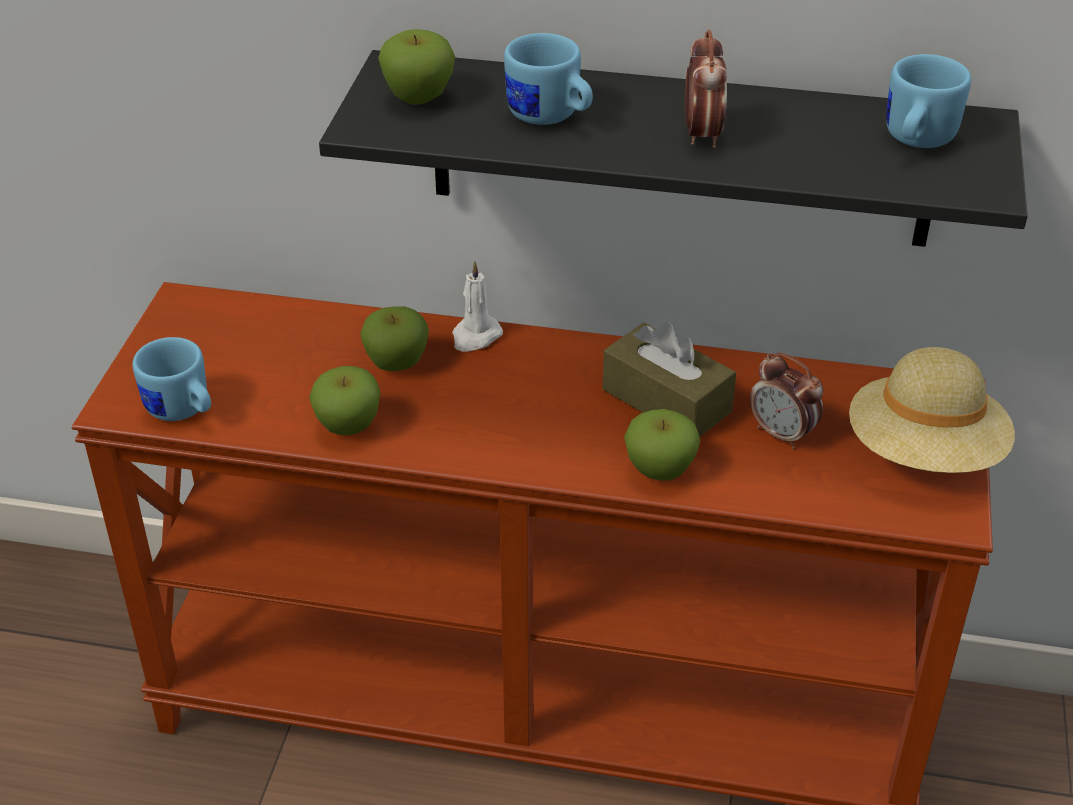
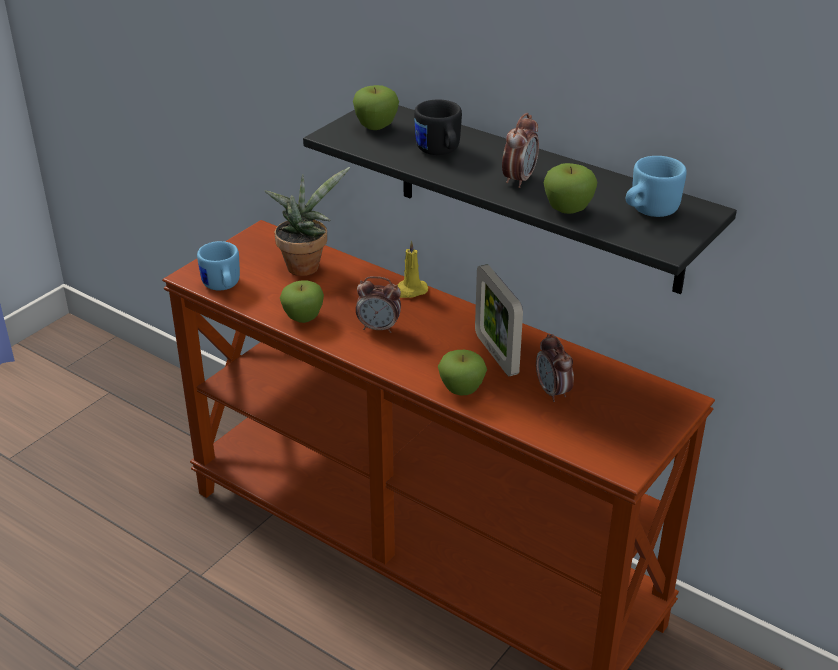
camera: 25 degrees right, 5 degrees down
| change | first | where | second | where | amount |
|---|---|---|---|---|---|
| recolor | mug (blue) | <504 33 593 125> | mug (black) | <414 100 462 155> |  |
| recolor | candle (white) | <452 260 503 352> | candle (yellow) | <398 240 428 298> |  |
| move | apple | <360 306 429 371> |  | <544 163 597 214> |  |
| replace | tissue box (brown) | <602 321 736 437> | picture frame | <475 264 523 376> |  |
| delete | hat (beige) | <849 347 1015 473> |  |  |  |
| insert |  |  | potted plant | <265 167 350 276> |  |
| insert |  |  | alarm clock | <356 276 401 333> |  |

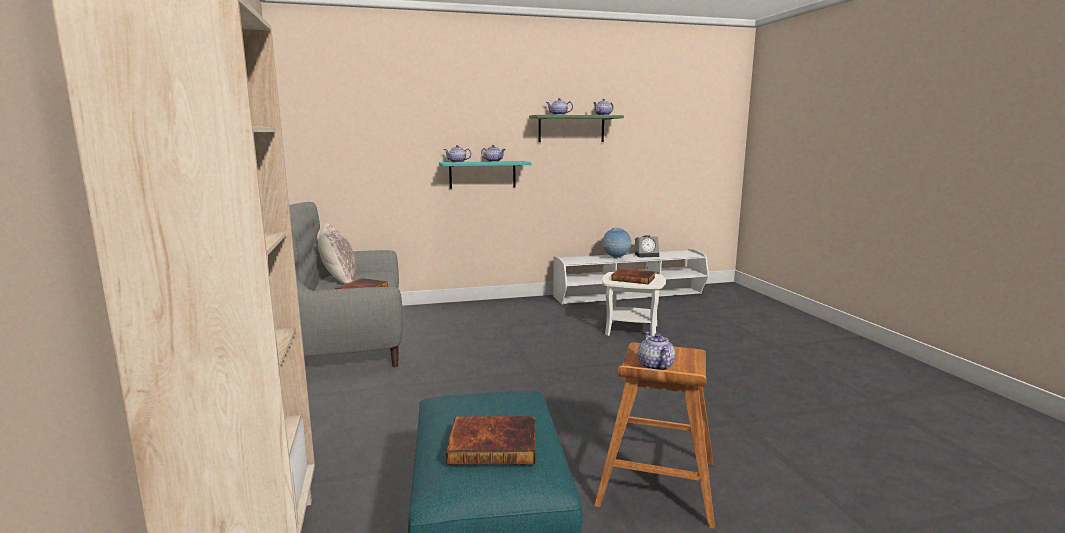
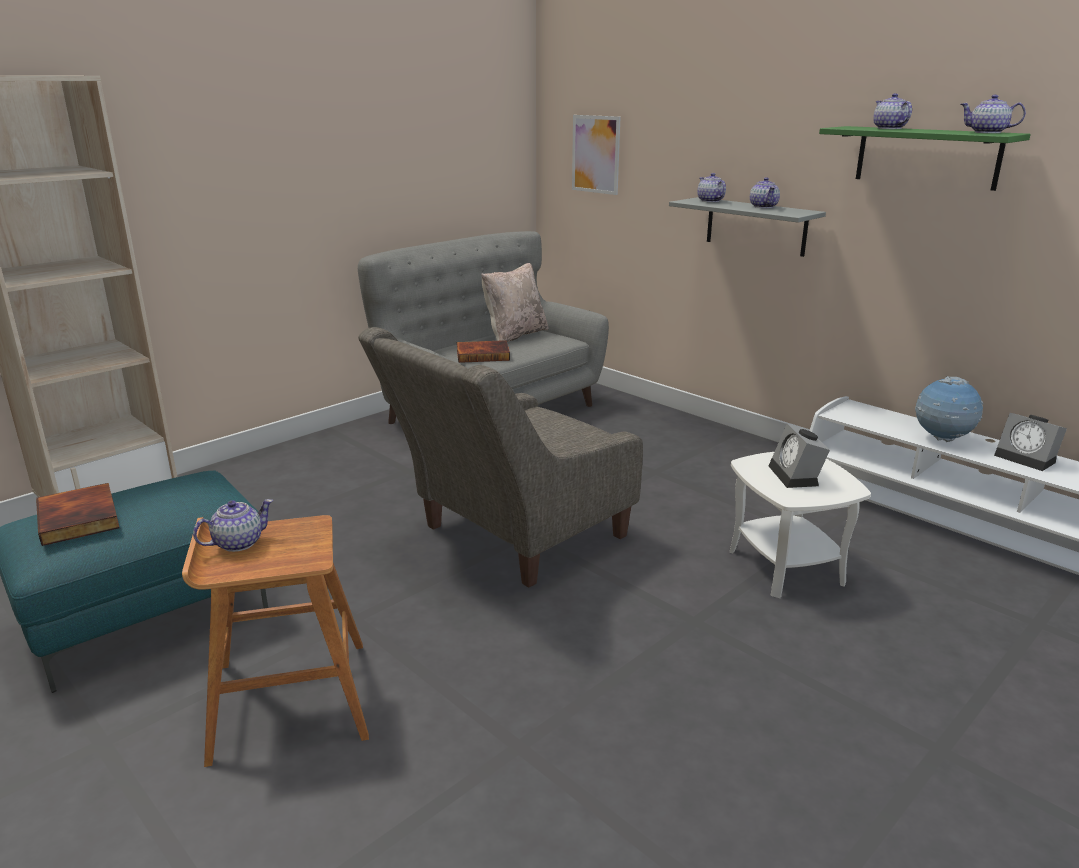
camera: 60 degrees right, 10 degrees up
| change | first | where | second | where | amount |
|---|---|---|---|---|---|
| recolor | shelf (turquoise) | <439 161 532 189> | shelf (grey) | <669 197 826 257> |  |
| replace | book | <611 268 655 284> | alarm clock | <769 424 830 488> |  |
| insert |  |  | picture | <572 115 620 195> |  |
| insert |  |  | armchair (grey) | <358 327 643 587> |  |

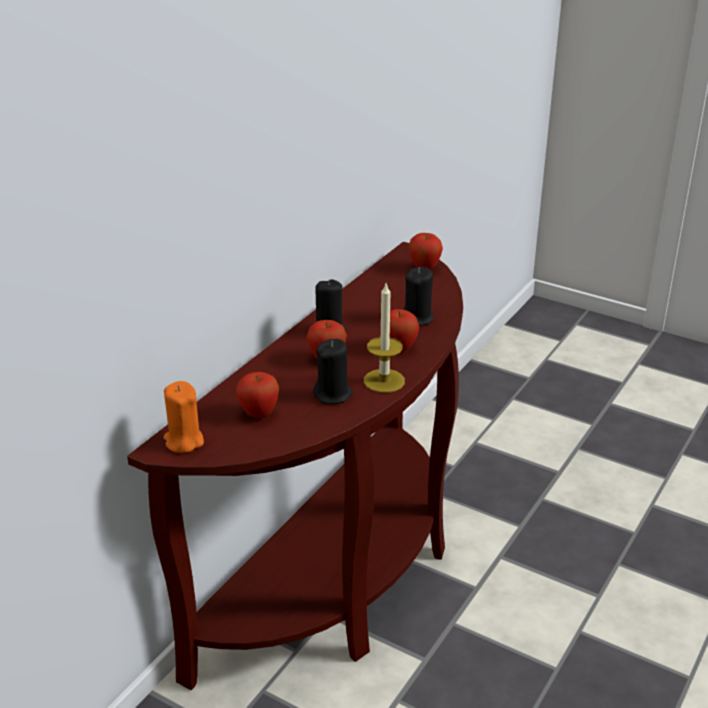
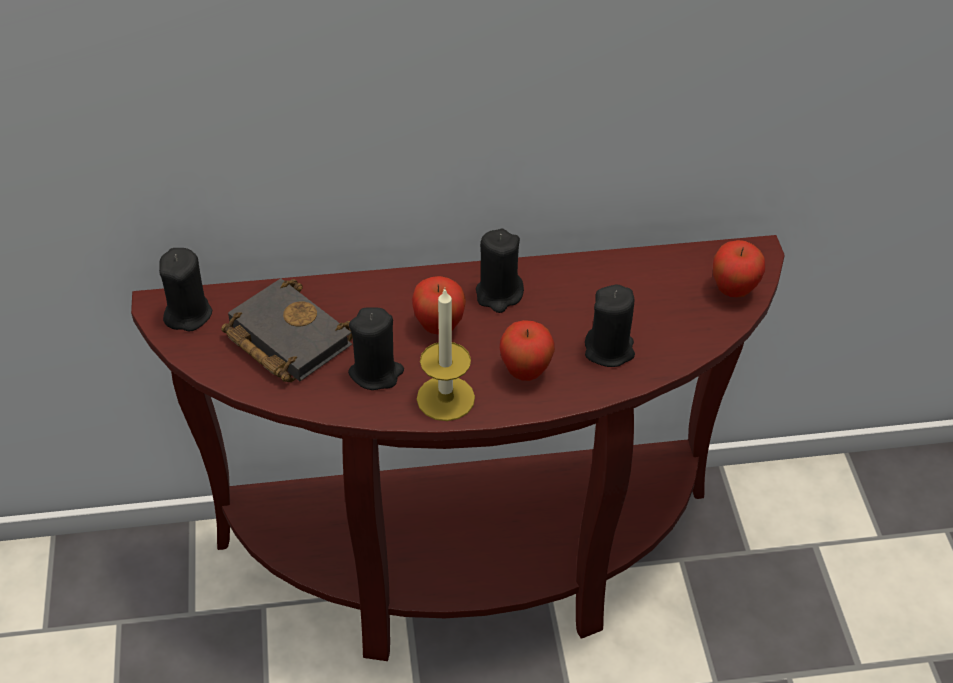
camera: 50 degrees right, 15 degrees up
| change | first | where | second | where | amount |
|---|---|---|---|---|---|
| replace | apple | <236 372 279 419> | book (black) | <221 278 353 382> |  |
| recolor | candle (orange) | <163 381 204 453> | candle (black) | <159 248 212 332> |  |

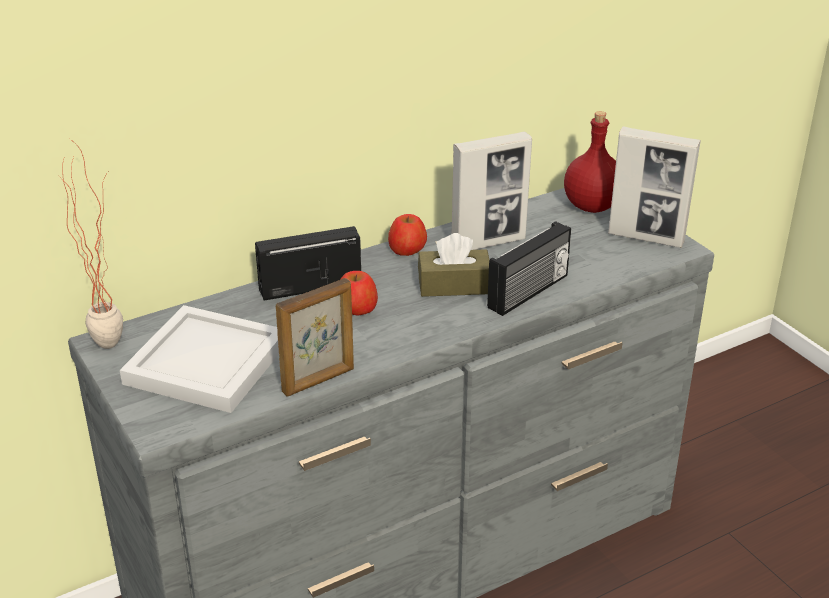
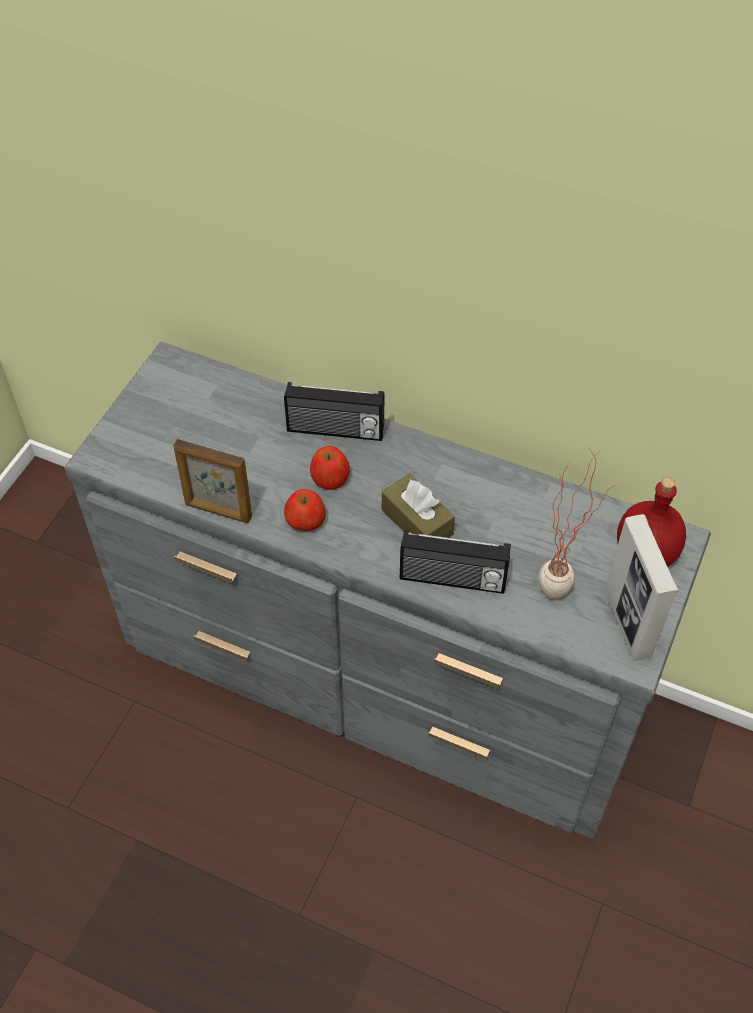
camera: 55 degrees right, 20 degrees up
| change | first | where | second | where | amount |
|---|---|---|---|---|---|
| delete | picture frame | <452 132 532 250> |  |  |  |
| move | potted plant | <59 139 123 349> |  | <539 450 614 599> |  |
| move | apple | <388 214 427 256> |  | <284 489 326 531> |  |
| rotate | radio | <255 226 361 301> |  | <284 382 384 441> | 150 degrees clockwise |
| delete | tray (white) | <120 305 279 413> |  |  |  |

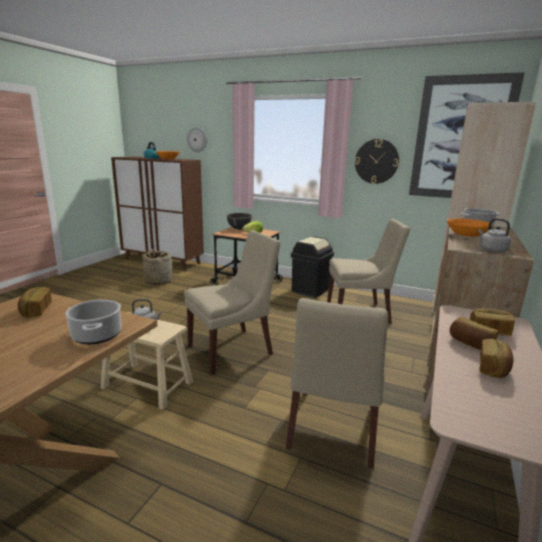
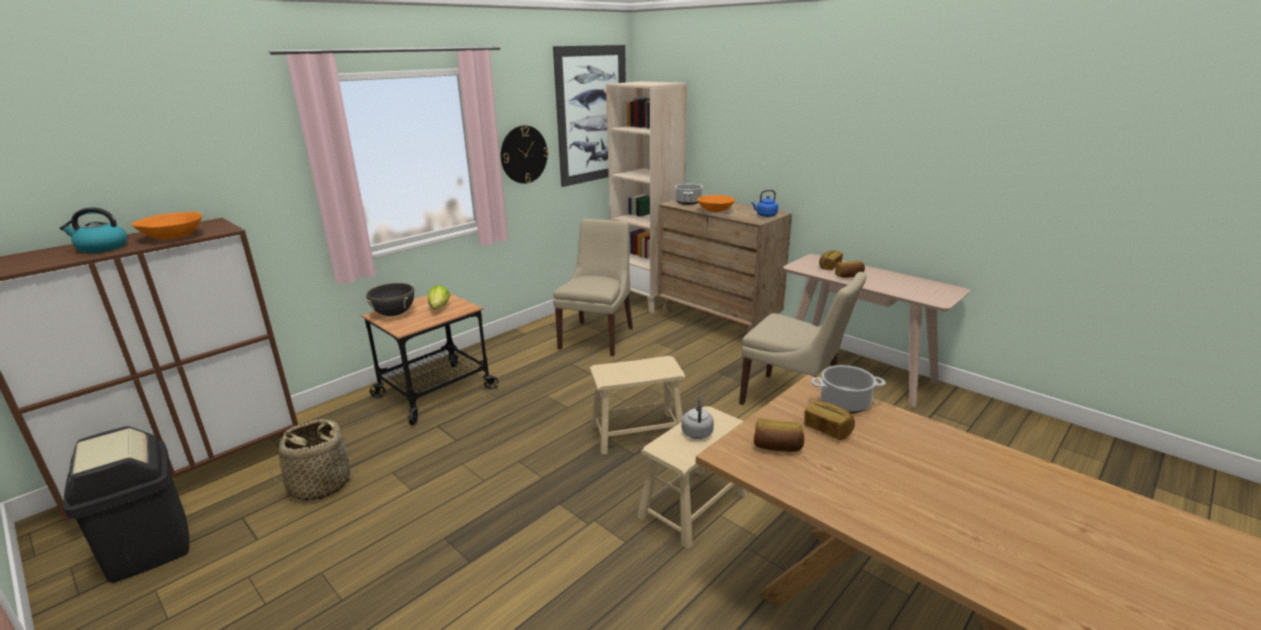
camera: 70 degrees left, 5 degrees up
| change | first | where | second | where | amount |
|---|---|---|---|---|---|
| delete | wall clock | <187 127 207 152> |  |  |  |
| recolor | kettle (grey) | <478 218 511 253> | kettle (blue) | <751 190 778 217> |  |
| replace | chair (beige) | <184 230 280 374> | stool (beige) | <589 356 685 455> |  |
| move | trash can (black) | <291 236 334 298> |  | <63 426 189 583> |  |
| move | bread | <479 339 514 378> |  | <804 401 855 440> |  |

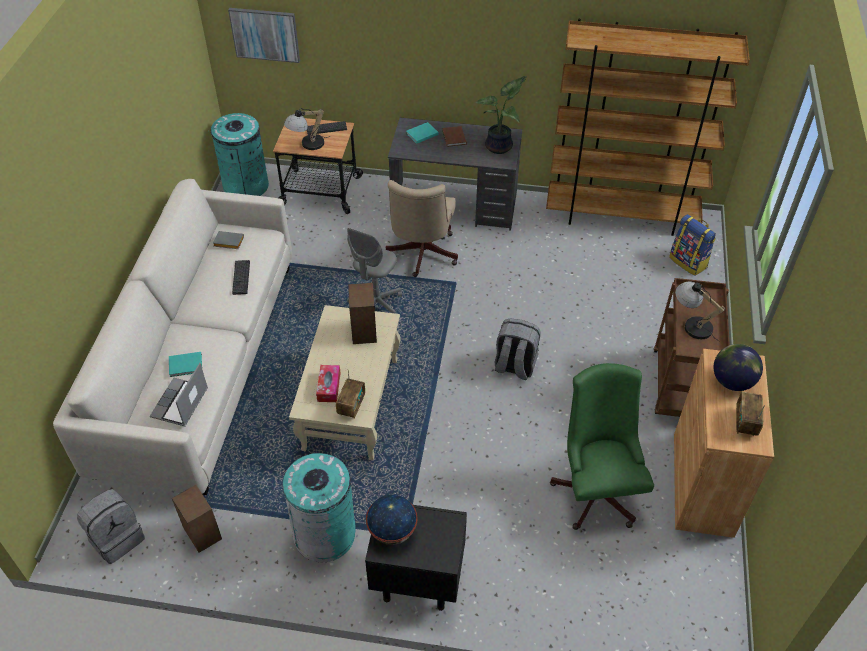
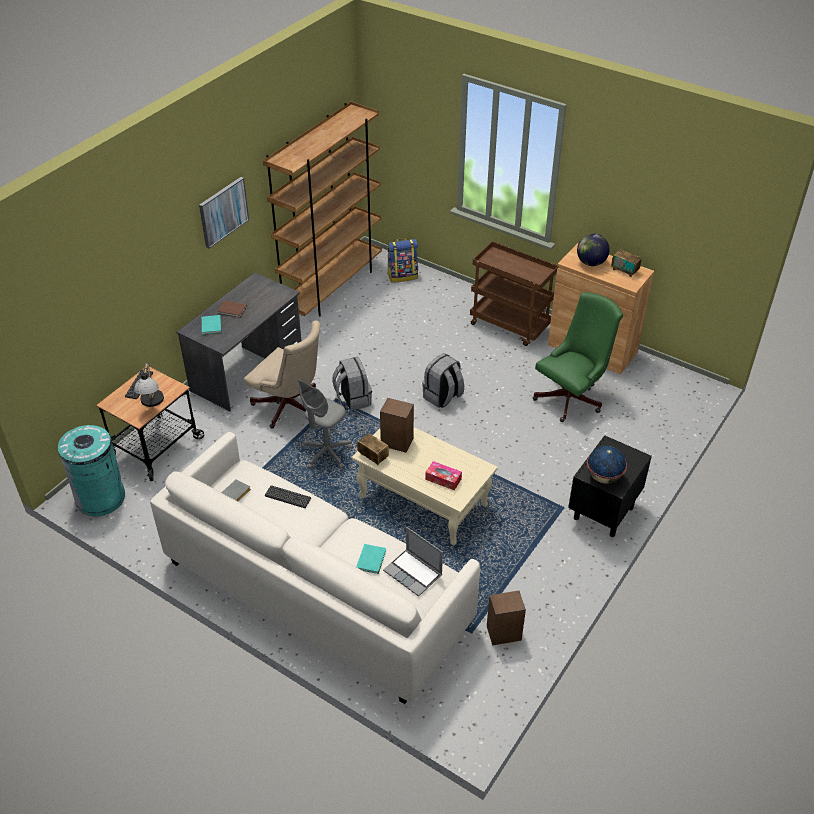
camera: 65 degrees left, 5 degrees down
| change | first | where | second | where | amount |
|---|---|---|---|---|---|
| move | picture | <228 8 300 63> |  | <199 177 249 249> |  |
| delete | potted plant | <476 76 527 154> |  |  |  |
| rotate | office chair (grey) | <347 228 402 314> |  | <298 379 352 470> | 75 degrees clockwise |
| delete | table lamp | <675 282 725 342> |  |  |  |
| rotate | office chair (green) | <550 363 654 530> |  | <533 292 623 422> | 120 degrees clockwise |
| move | radio | <336 369 365 419> |  | <357 429 389 465> |  |
| delete | trash can (turquoise) | <283 453 356 562> |  |  |  |
| move | backpack (grey) | <77 489 145 564> |  | <332 357 372 411> |  |

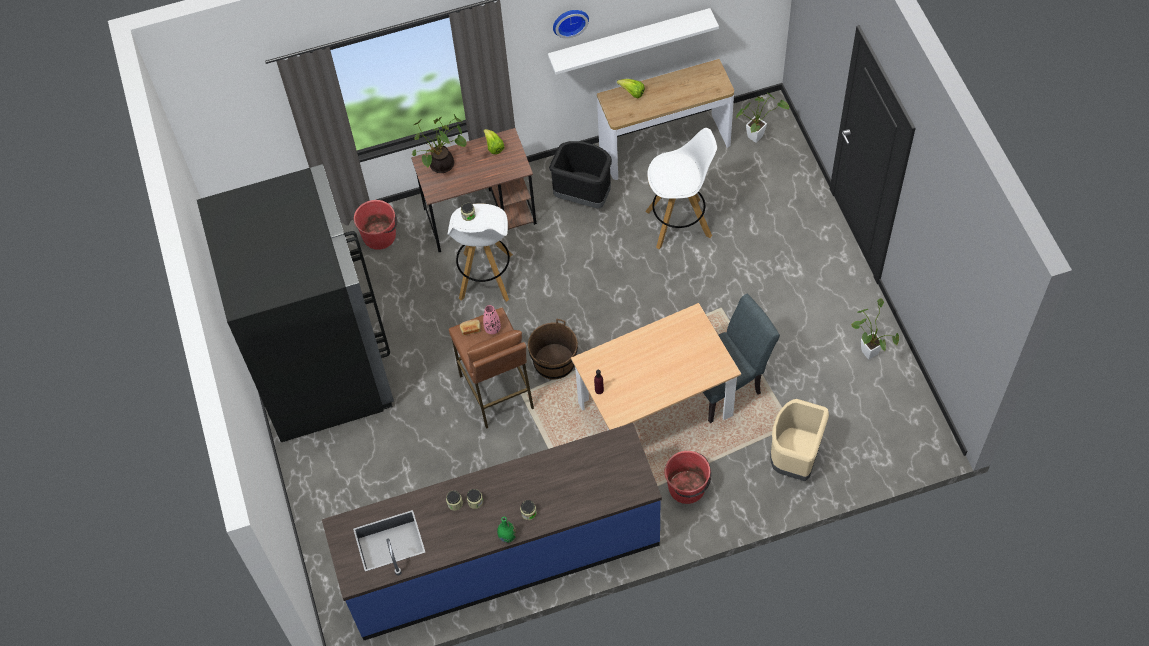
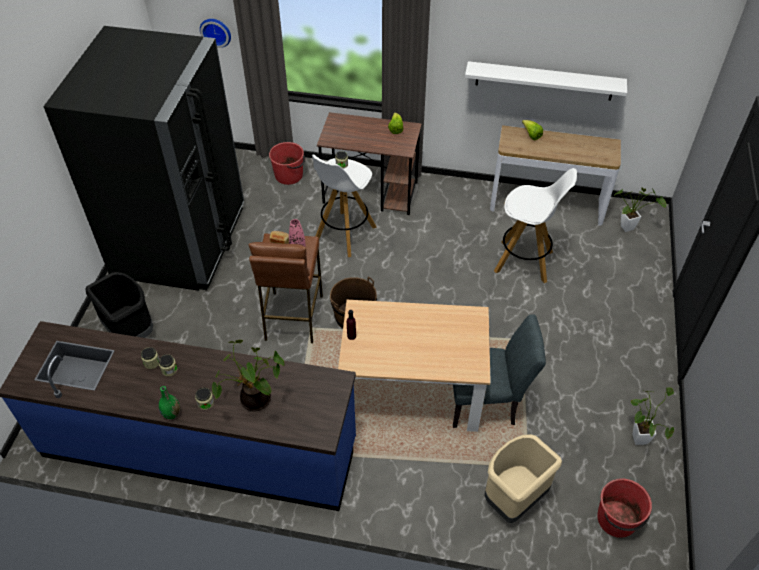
camera: 25 degrees right, 10 degrees down
| change | first | where | second | where | amount |
|---|---|---|---|---|---|
| move | wall clock | <553 10 589 38> |  | <200 19 231 48> |  |
| move | potted plant | <412 114 467 173> |  | <212 340 285 411> |  |
| move | trash can (black) | <549 141 612 208> |  | <85 272 153 338> |  |
| move | bucket (red) | <664 451 711 504> |  | <597 478 652 538> |  |

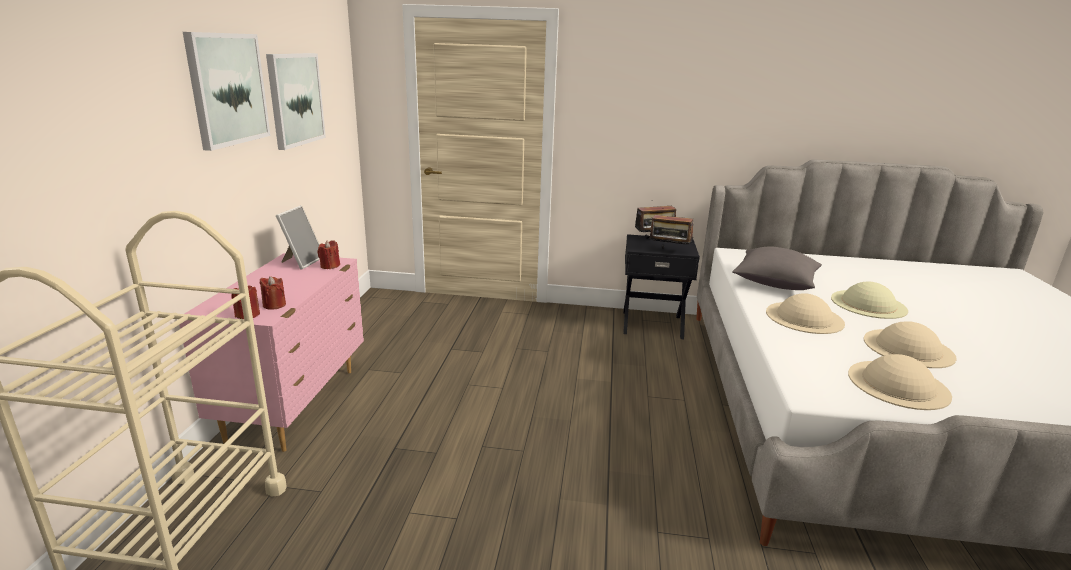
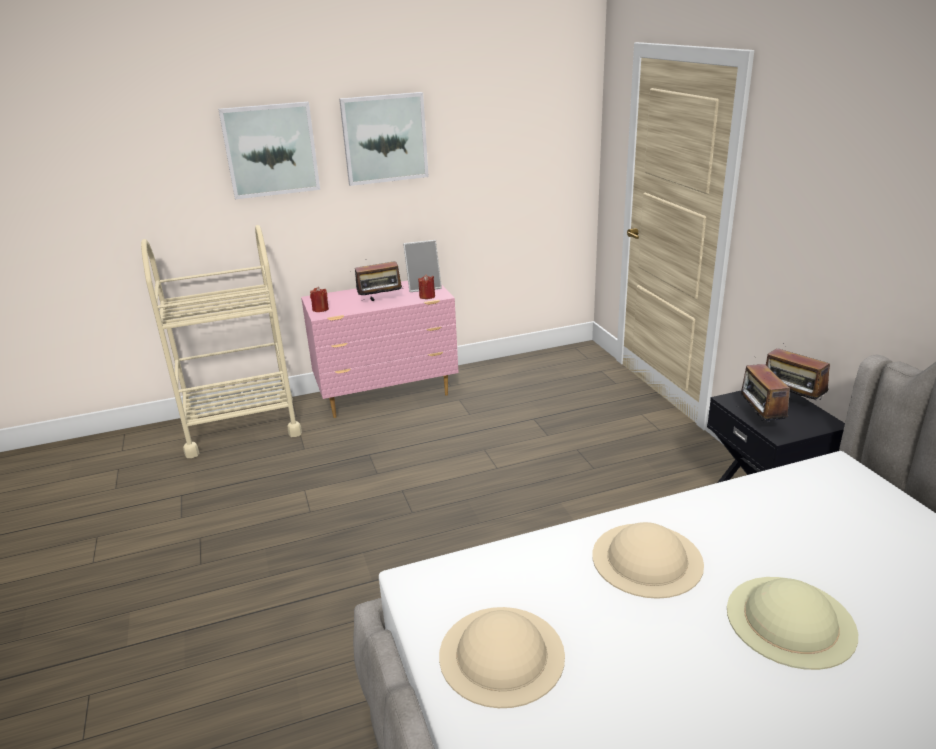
camera: 65 degrees right, 5 degrees up
| change | first | where | second | where | amount |
|---|---|---|---|---|---|
| move | picture | <266 53 326 150> |  | <218 102 320 199> |  |
| delete | pillow (grey) | <732 246 822 290> |  |  |  |
| delete | candle (red) | <260 276 286 310> |  |  |  |
| delete | hat (beige) | <863 321 957 368> |  |  |  |
| insert |  |  | radio | <355 261 405 301> |  |

